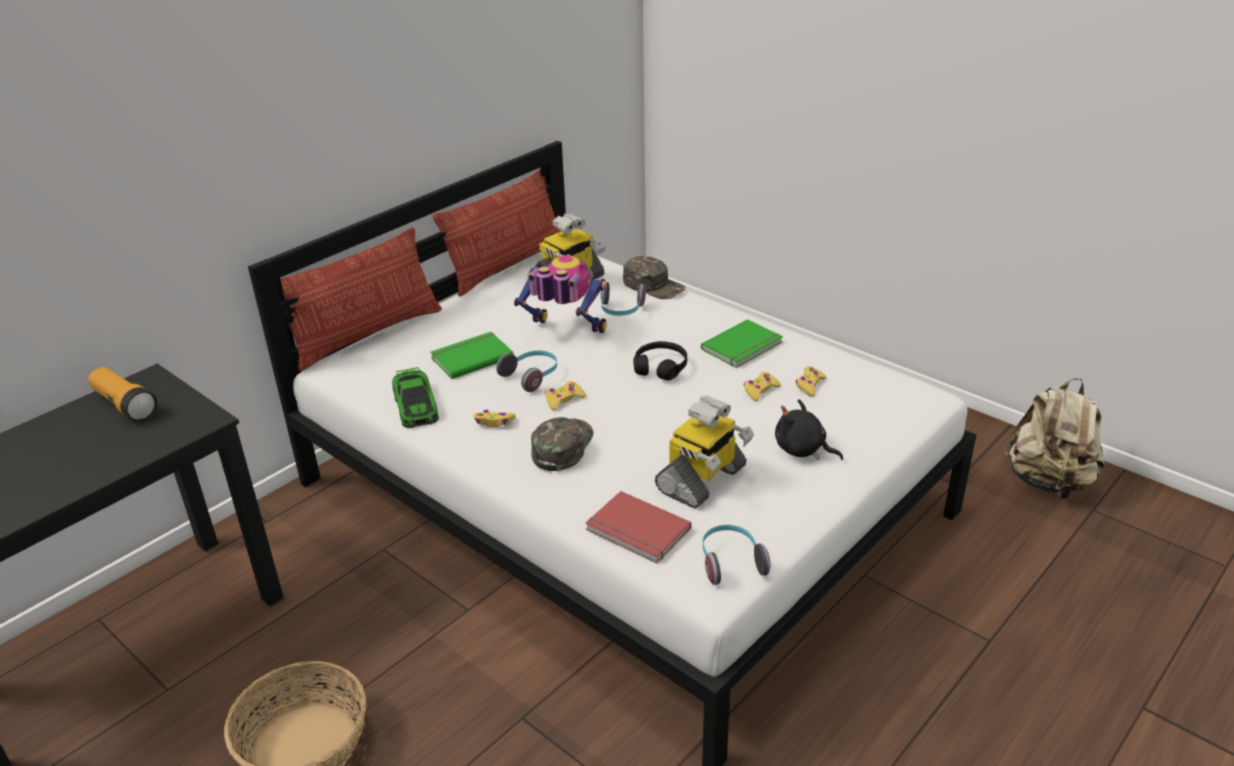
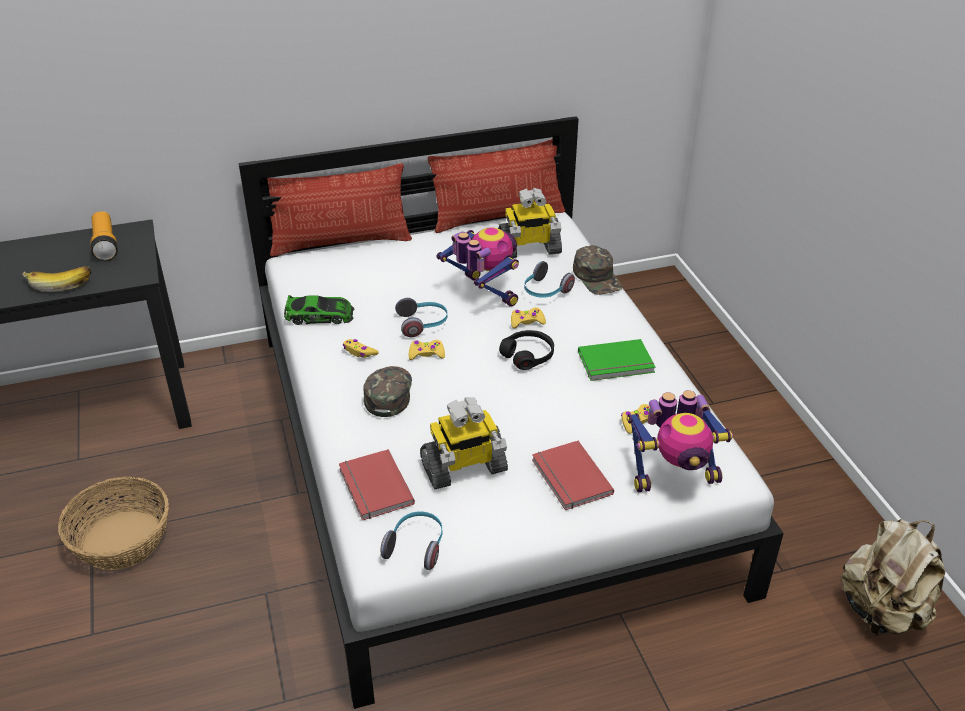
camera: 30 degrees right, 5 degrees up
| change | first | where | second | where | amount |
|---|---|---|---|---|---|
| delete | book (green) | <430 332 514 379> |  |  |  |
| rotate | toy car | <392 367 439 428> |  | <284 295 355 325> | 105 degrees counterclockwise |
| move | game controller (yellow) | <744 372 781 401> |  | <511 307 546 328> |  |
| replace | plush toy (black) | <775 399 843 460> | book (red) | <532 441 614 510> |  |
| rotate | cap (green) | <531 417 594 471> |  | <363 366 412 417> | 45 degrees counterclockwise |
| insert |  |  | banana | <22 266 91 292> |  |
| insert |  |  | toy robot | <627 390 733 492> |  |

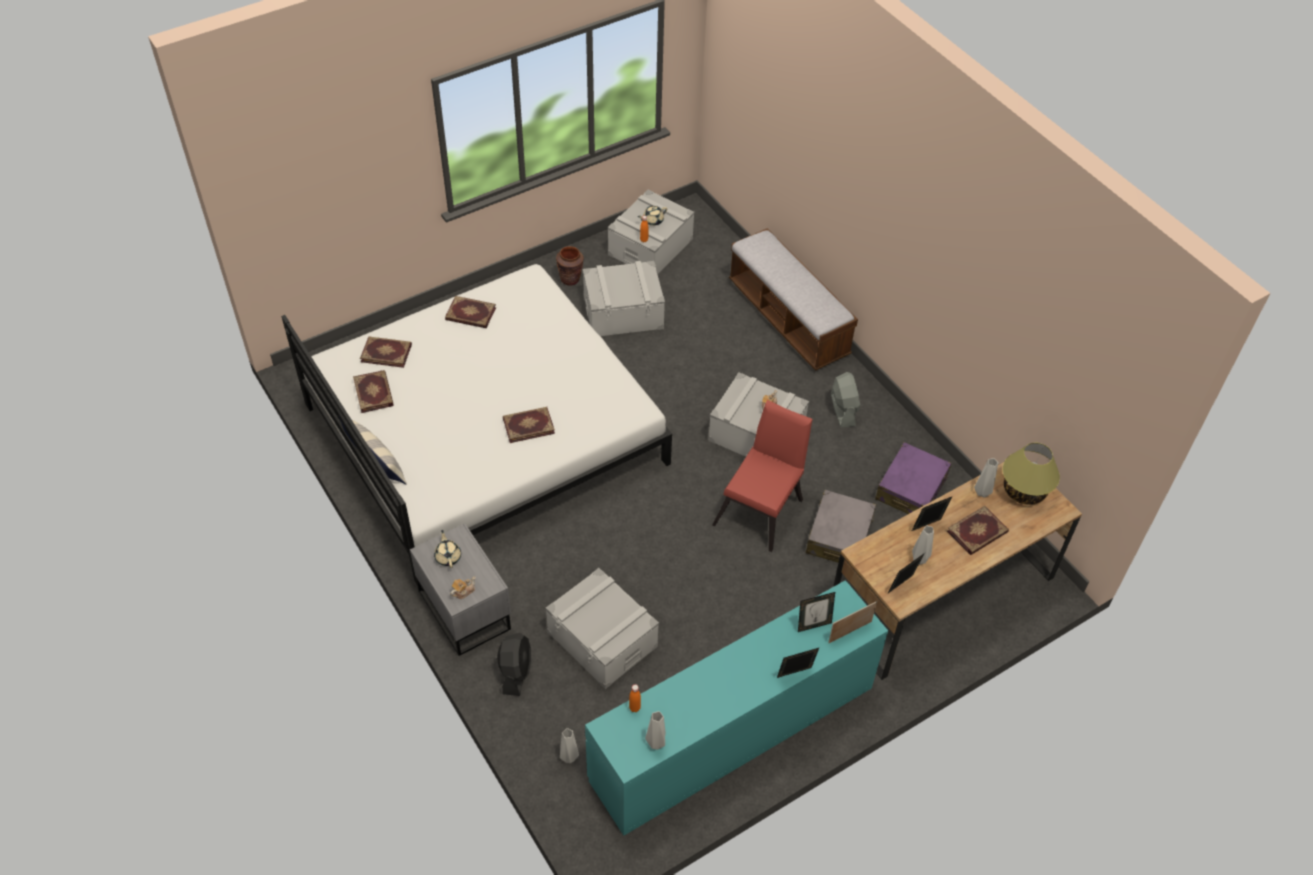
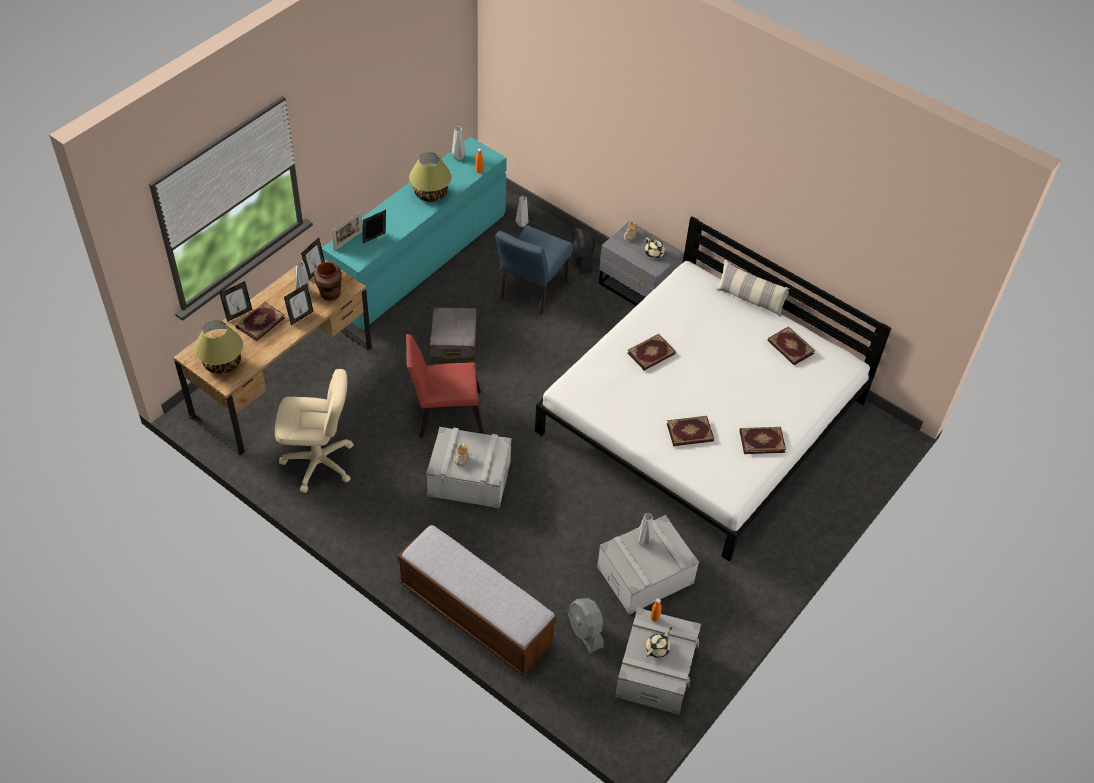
camera: 160 degrees right, 0 degrees up
| change | first | where | second | where | amount |
|---|---|---|---|---|---|
| move | vase (brown) | <556 246 584 285> |  | <314 262 342 301> |  |
| move | book | <360 337 412 368> |  | <667 416 714 446> |  |
| move | fan (grey) | <831 372 860 427> |  | <568 598 604 653> |  |
| rotate | chair (red) | <712 400 813 552> |  | <406 334 484 438> | 75 degrees clockwise |
| replace | suitcase (purple) | <875 442 952 514> | office chair (beige) | <275 369 354 493> |  |
| move | vase (grey) | <974 458 998 498> |  | <636 513 653 546> |  |
| move | suitcase (grey) | <806 490 876 563> |  | <430 307 477 360> |  |
| replace | storage box (grey) | <545 568 659 689> | chair (blue) | <495 225 573 315> |  |
| move | picture frame | <777 647 820 678> |  | <220 281 252 322> |  |
| insert |  |  | table lamp | <409 152 452 202> |  |

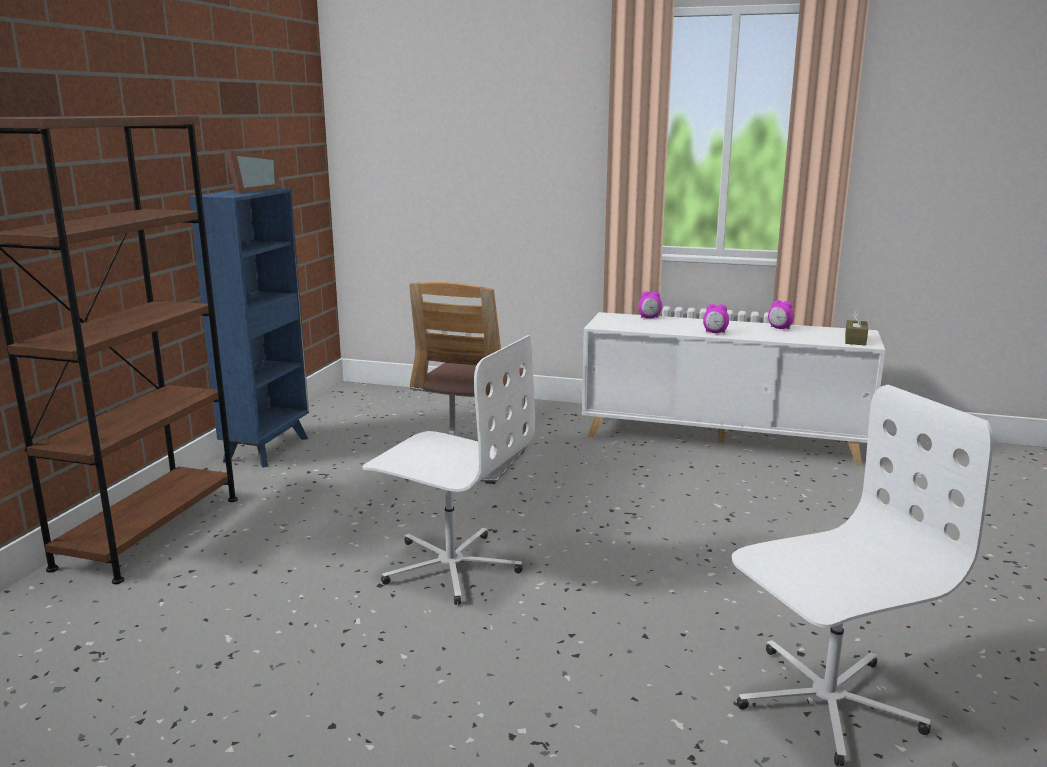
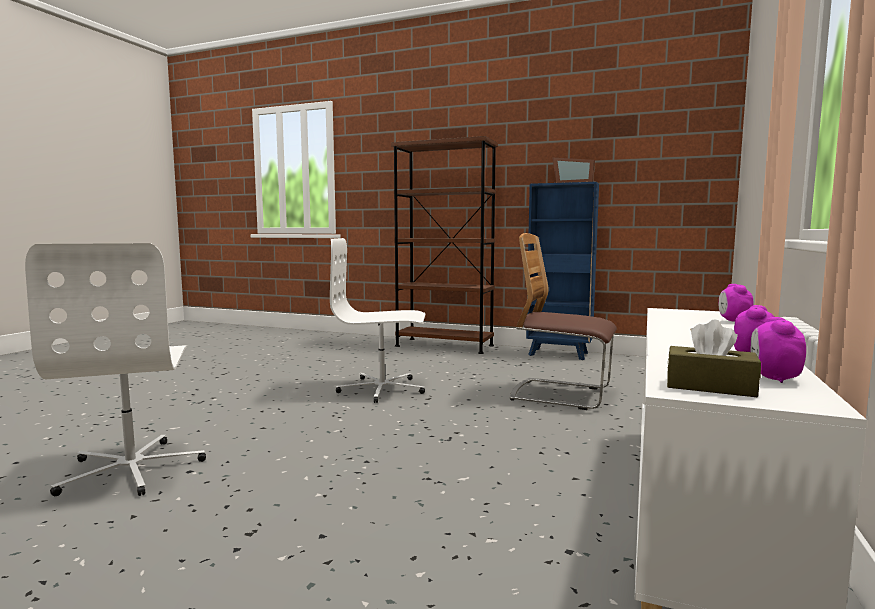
camera: 95 degrees right, 10 degrees down
| change | first | where | second | where | amount |
|---|---|---|---|---|---|
| move | alarm clock | <703 304 729 333> |  | <750 317 806 383> |  |
| rotate | office chair (white) | <363 335 535 605> |  | <330 238 425 403> | 60 degrees clockwise |

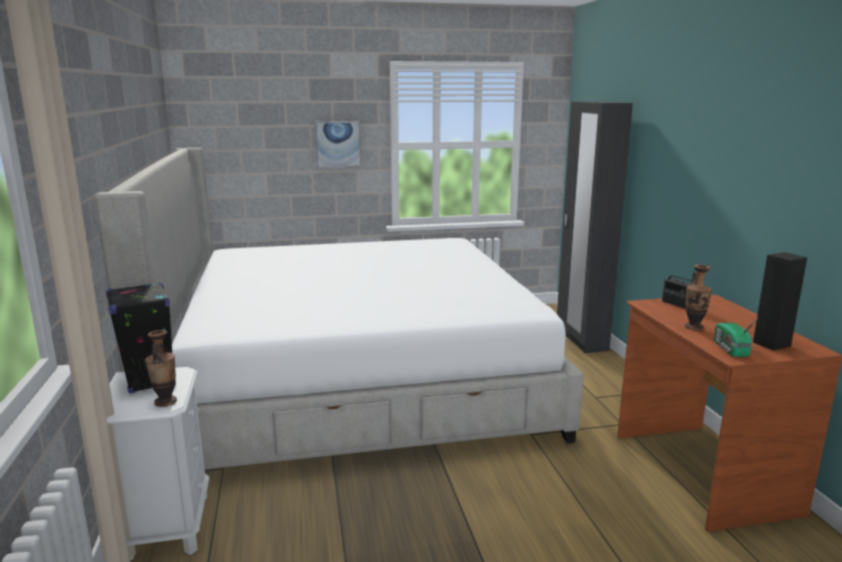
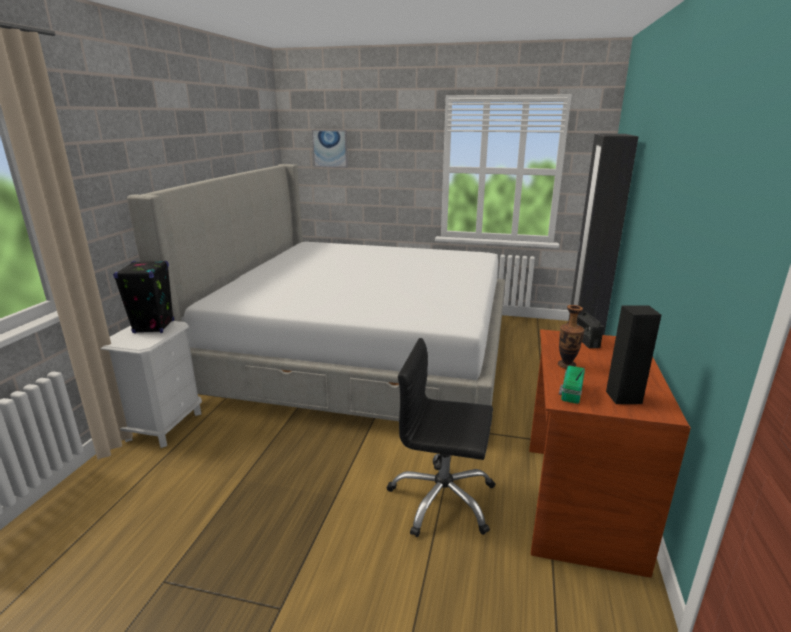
camera: 25 degrees right, 5 degrees up
| change | first | where | second | where | amount |
|---|---|---|---|---|---|
| move | picture | <315 121 361 168> |  | <312 130 348 168> |  |
| delete | vase | <145 330 177 407> |  |  |  |
| insert |  |  | office chair (black) | <387 338 495 537> |  |

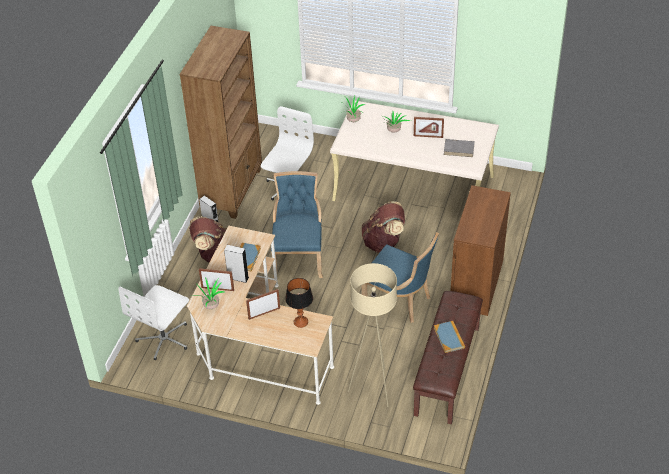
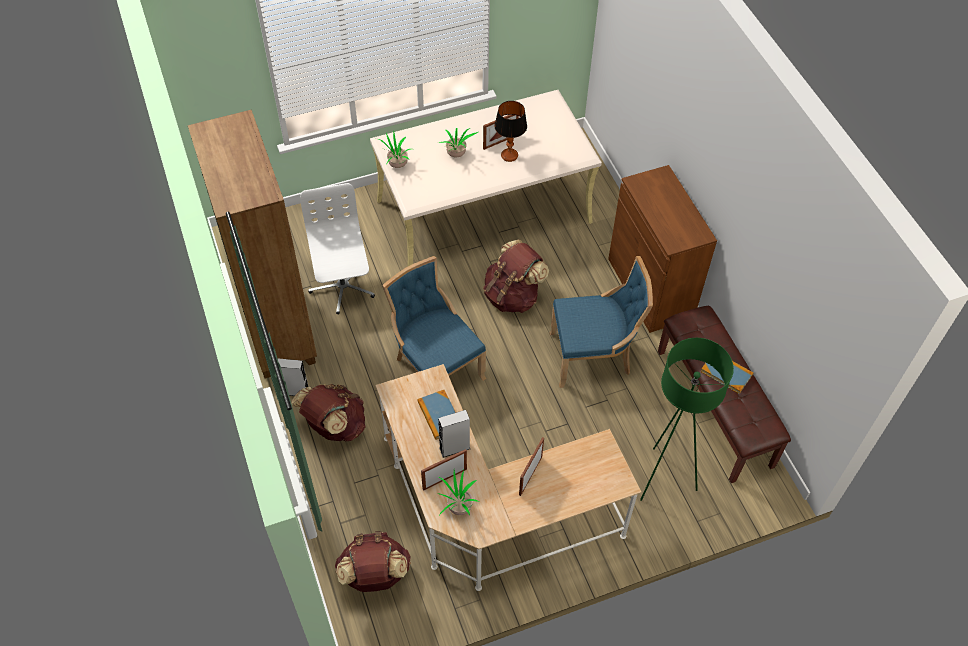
camera: 40 degrees left, 10 degrees up
| change | first | where | second | where | amount |
|---|---|---|---|---|---|
| delete | book (grey) | <444 139 475 157> |  |  |  |
| recolor | floor lamp (beige) | <348 263 397 407> | floor lamp (green) | <640 338 734 501> |  |
| move | table lamp | <285 278 313 328> |  | <494 101 527 162> |  |
| replace | office chair (white) | <119 285 189 360> | backpack (brown) | <335 531 411 592> |  |

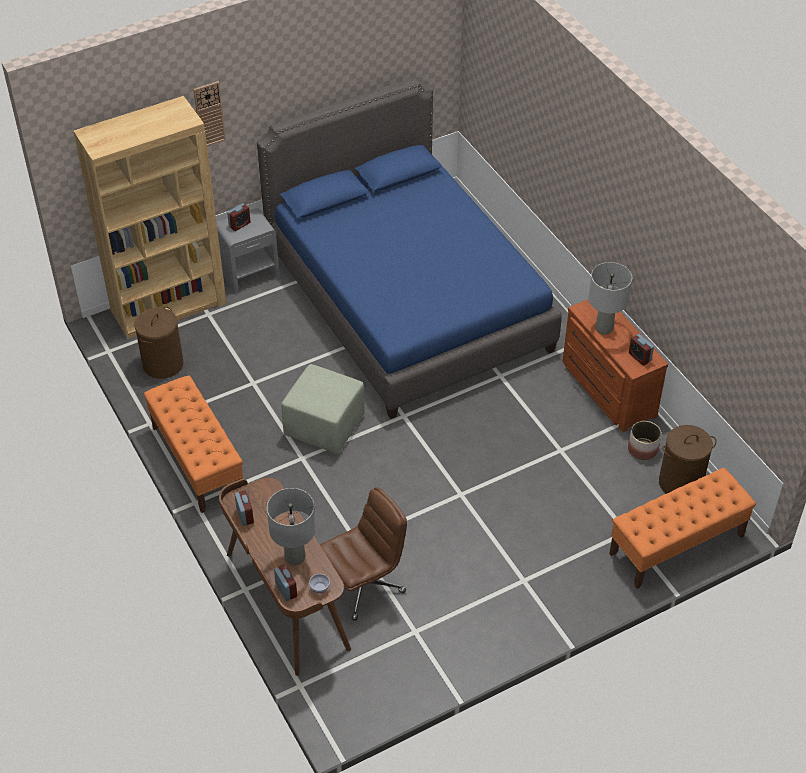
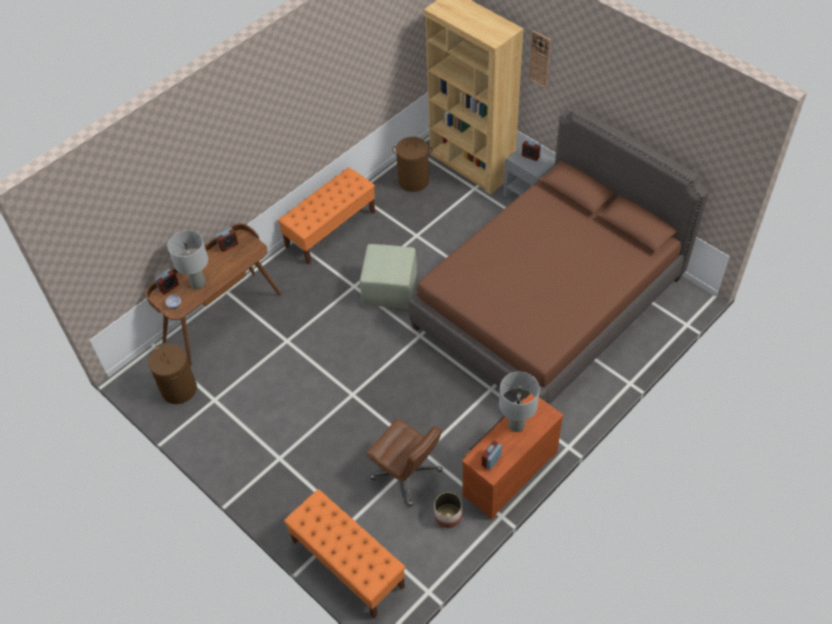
camera: 75 degrees right, 5 degrees up
| change | first | where | second | where | amount |
|---|---|---|---|---|---|
| recolor | bed (blue) | <257 78 562 419> | bed (brown) | <408 107 709 404> |  |
| move | laundry basket (brown) | <659 425 717 494> |  | <148 344 197 404> |  |
| move | office chair (brown) | <320 488 407 621> |  | <367 419 443 506> |  |

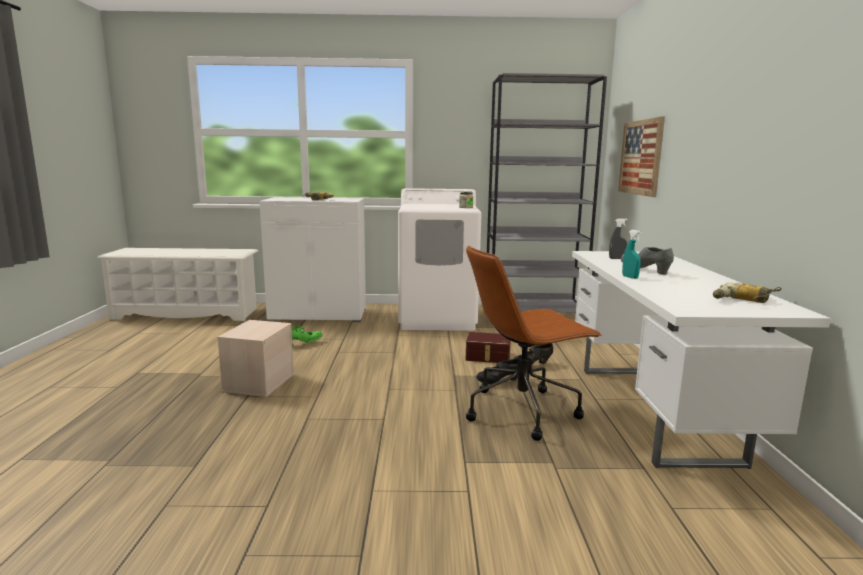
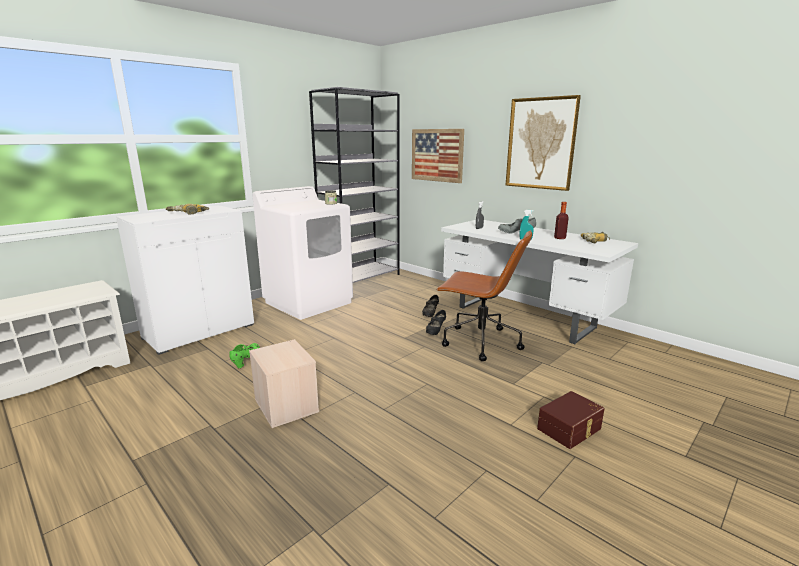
camera: 45 degrees left, 5 degrees up
| change | first | where | second | where | amount |
|---|---|---|---|---|---|
| rotate | office chair (brown) | <466 246 602 441> |  | <436 230 532 361> | 90 degrees counterclockwise |
| move | storage box (brown) | <466 332 511 363> |  | <537 391 604 449> |  |
| insert |  |  | picture | <505 95 581 191> |  |
| insert |  |  | bottle | <554 202 569 239> |  |

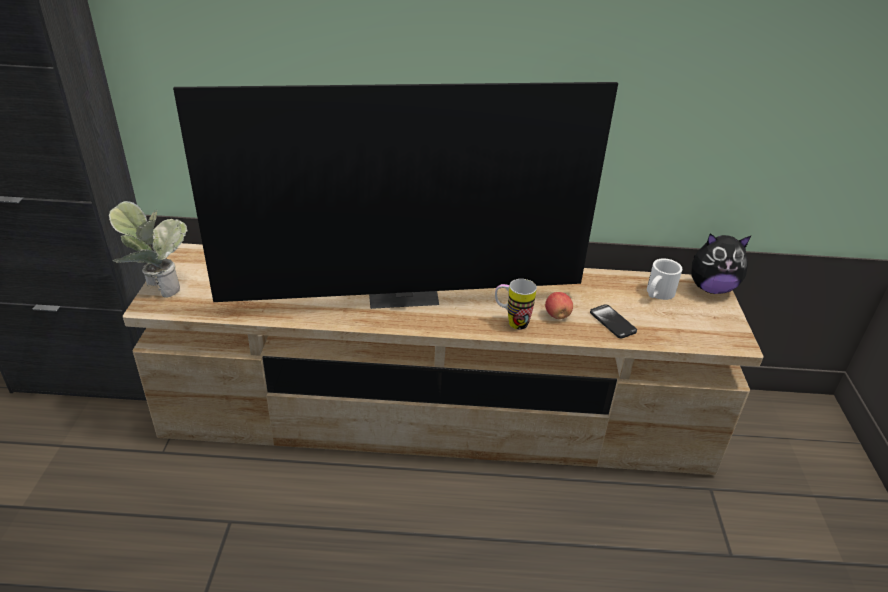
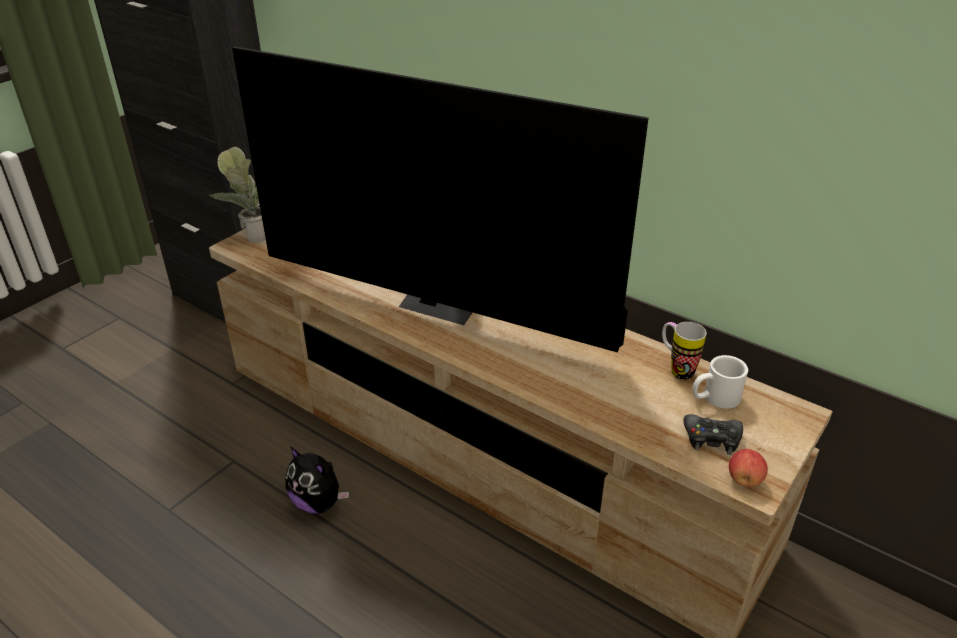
camera: 35 degrees right, 0 degrees up
| change | first | where | second | where | amount |
|---|---|---|---|---|---|
| move | plush toy | <691 233 751 294> |  | <286 446 349 514> |  |
| move | mug | <495 279 537 330> |  | <662 322 707 380> |  |
| move | apple | <545 292 573 319> |  | <729 449 768 487> |  |
| delete | phone | <590 304 637 338> |  |  |  |
| insert |  |  | game controller (black) | <683 414 743 455> |  |

